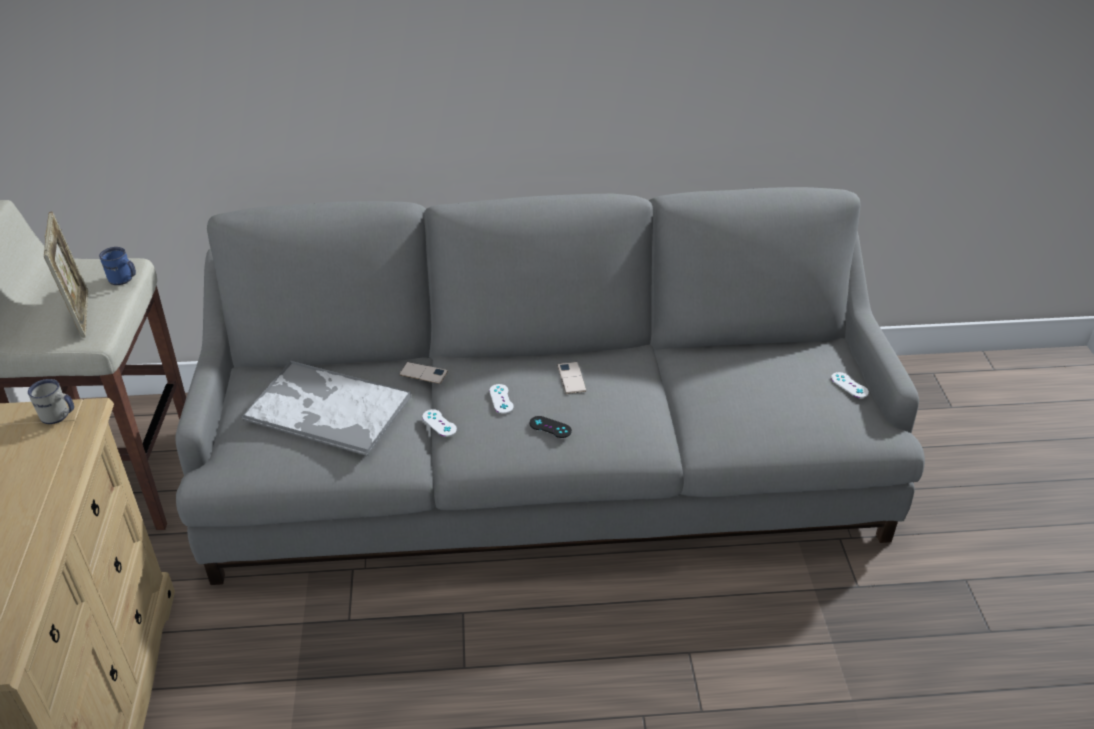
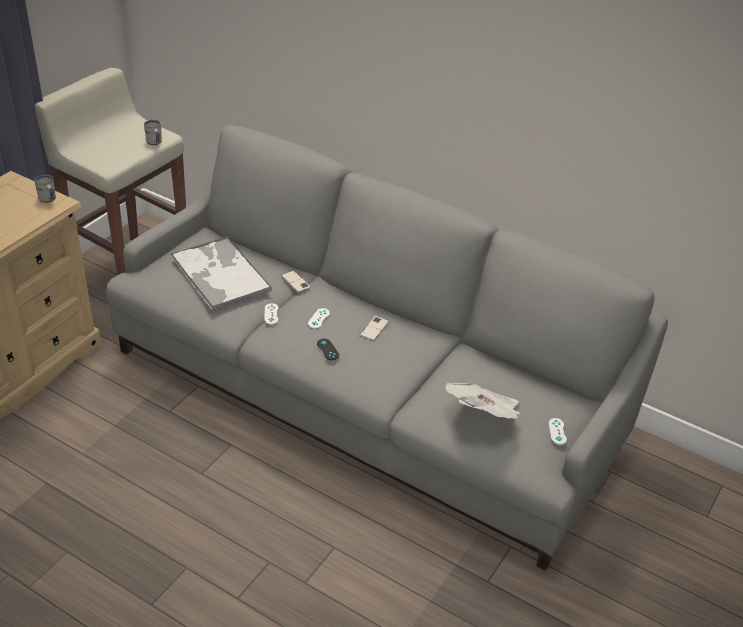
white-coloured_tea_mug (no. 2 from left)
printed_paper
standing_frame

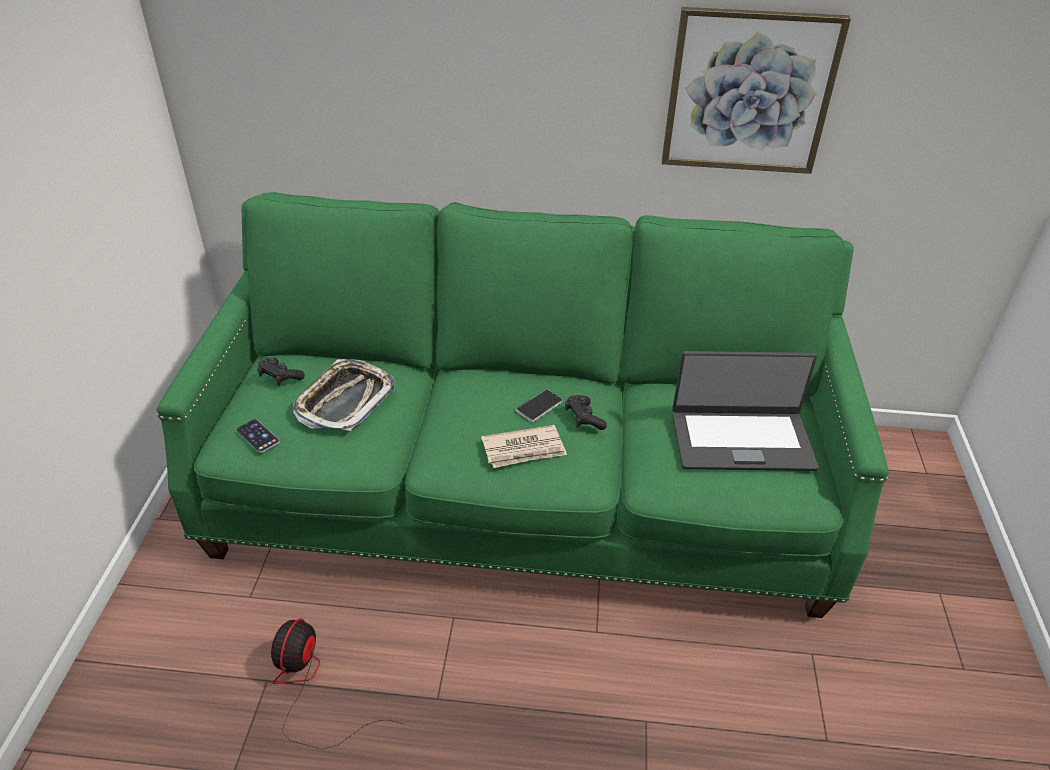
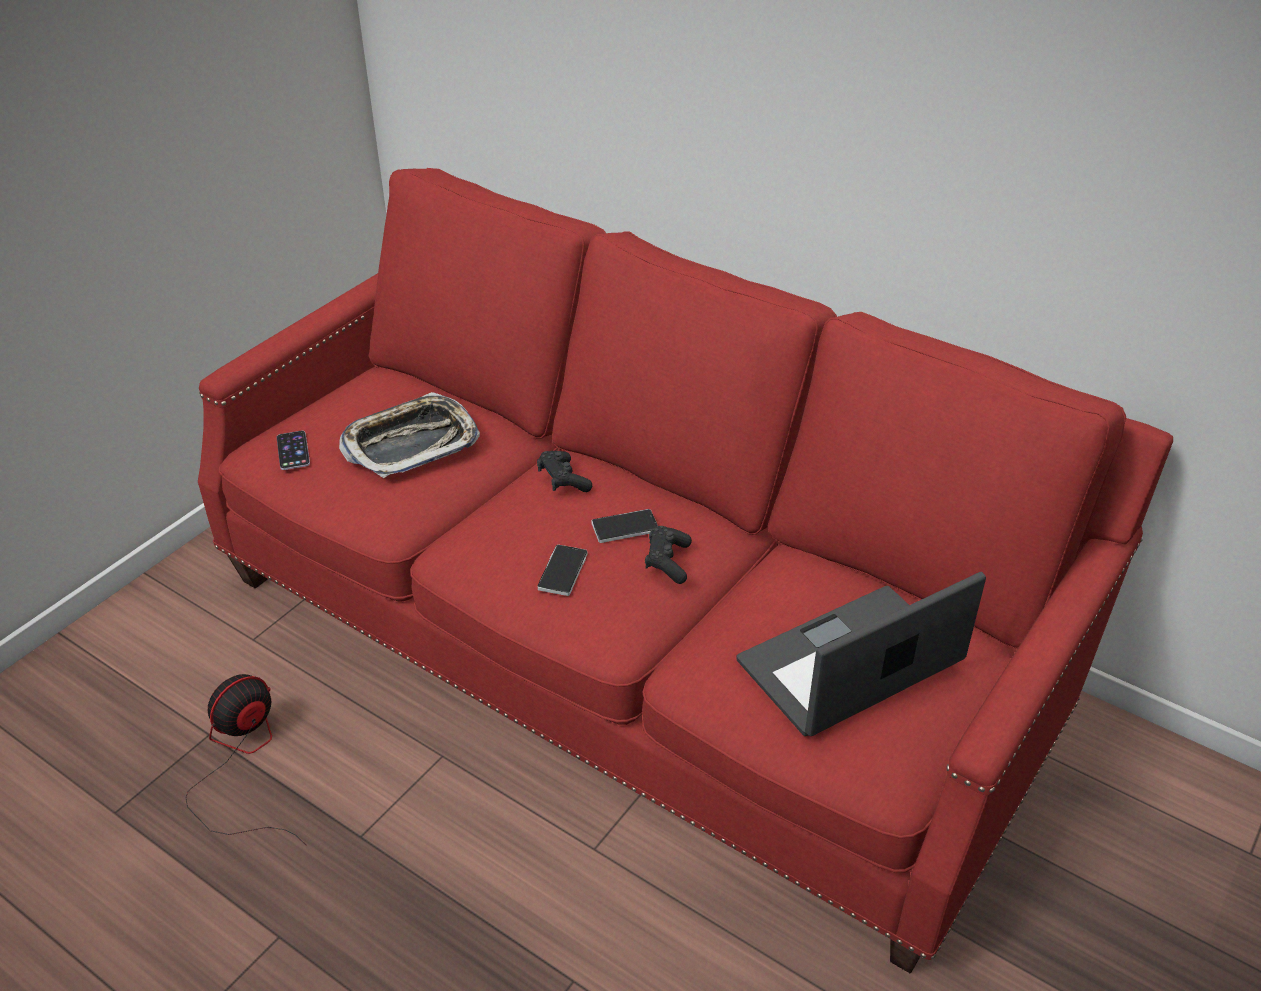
reddish_sofa
blackish_game_controller (no. 1 from left)
handset (no. 2 from left)
laptop
wall_picture

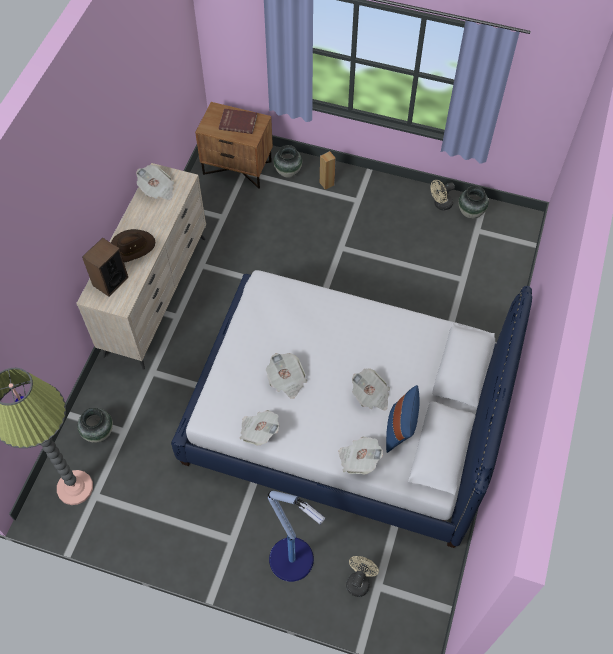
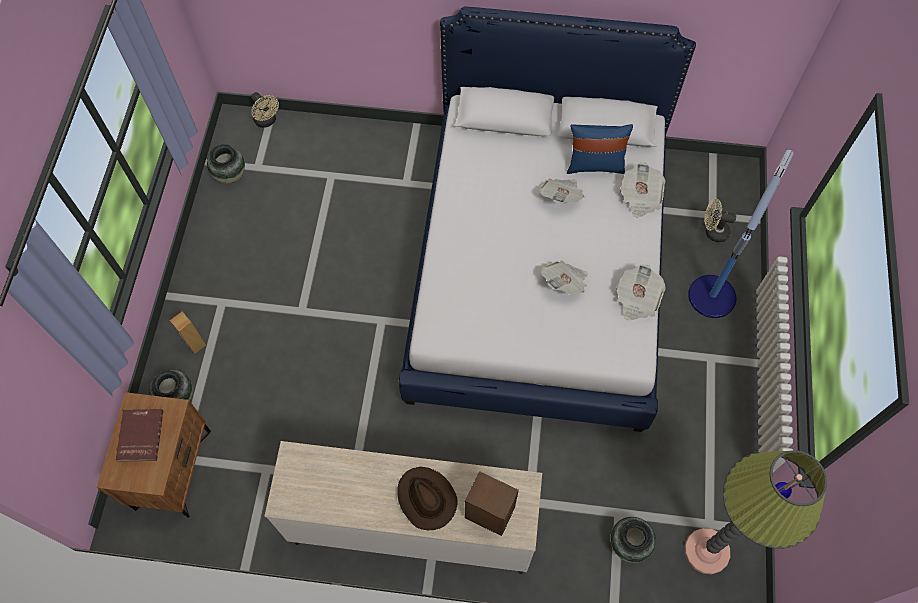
sand-coloured_cooling_fan (no. 1 from left)
printed_paper (no. 1 from left in the first image)

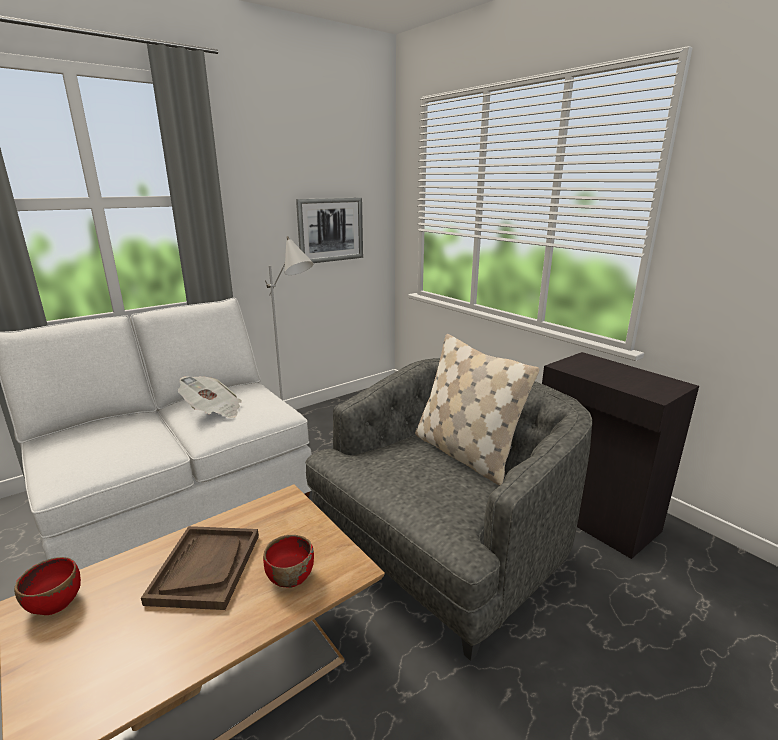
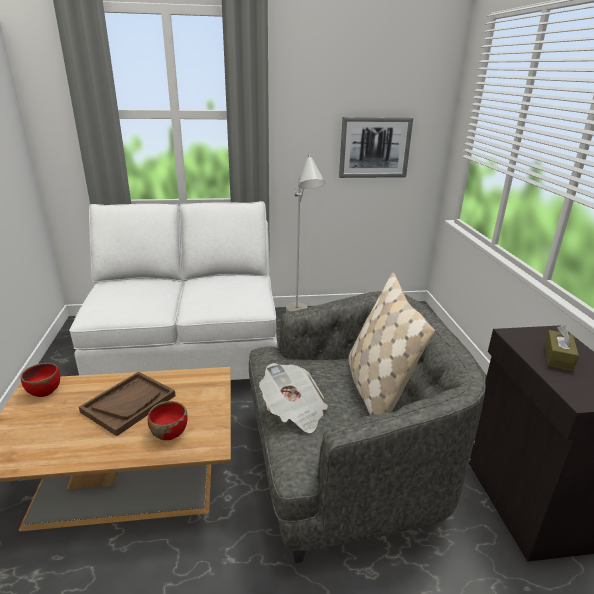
printed_paper
brown_box_of_tissues

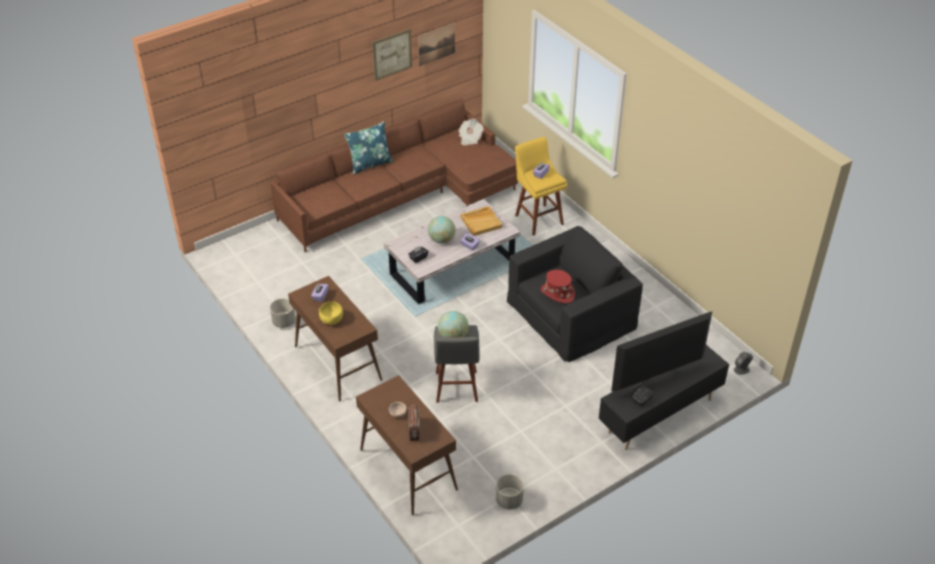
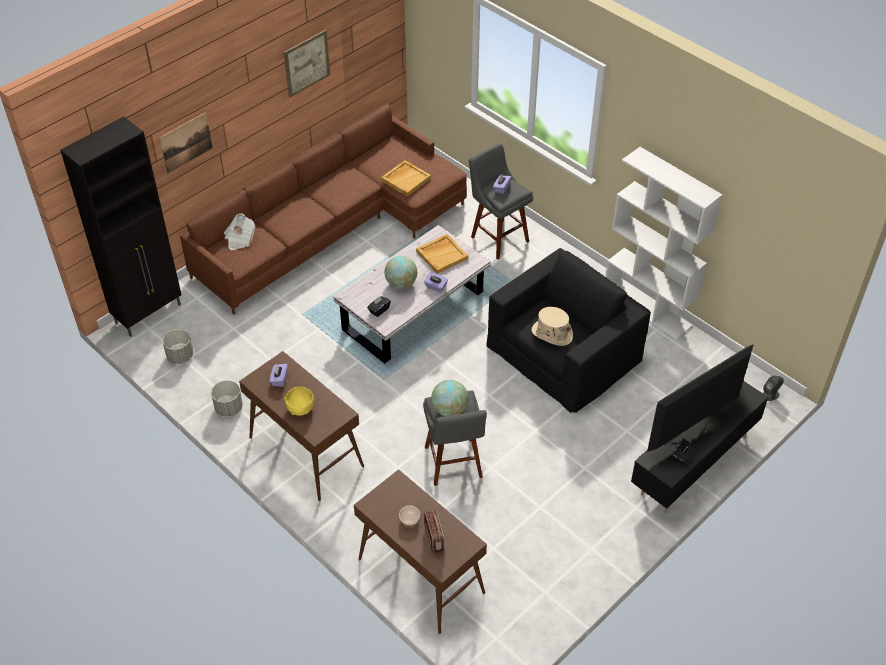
blackish_cabinet
wall_picture (no. 1 from left)
greyish_planter (no. 1 from left)
printed_paper
sand-coloured_serving_tray (no. 1 from left)
greyish_sitting_stool (no. 2 from left)
sand-coloured_hat
white-coloured_bookshelf
bluish_pillow

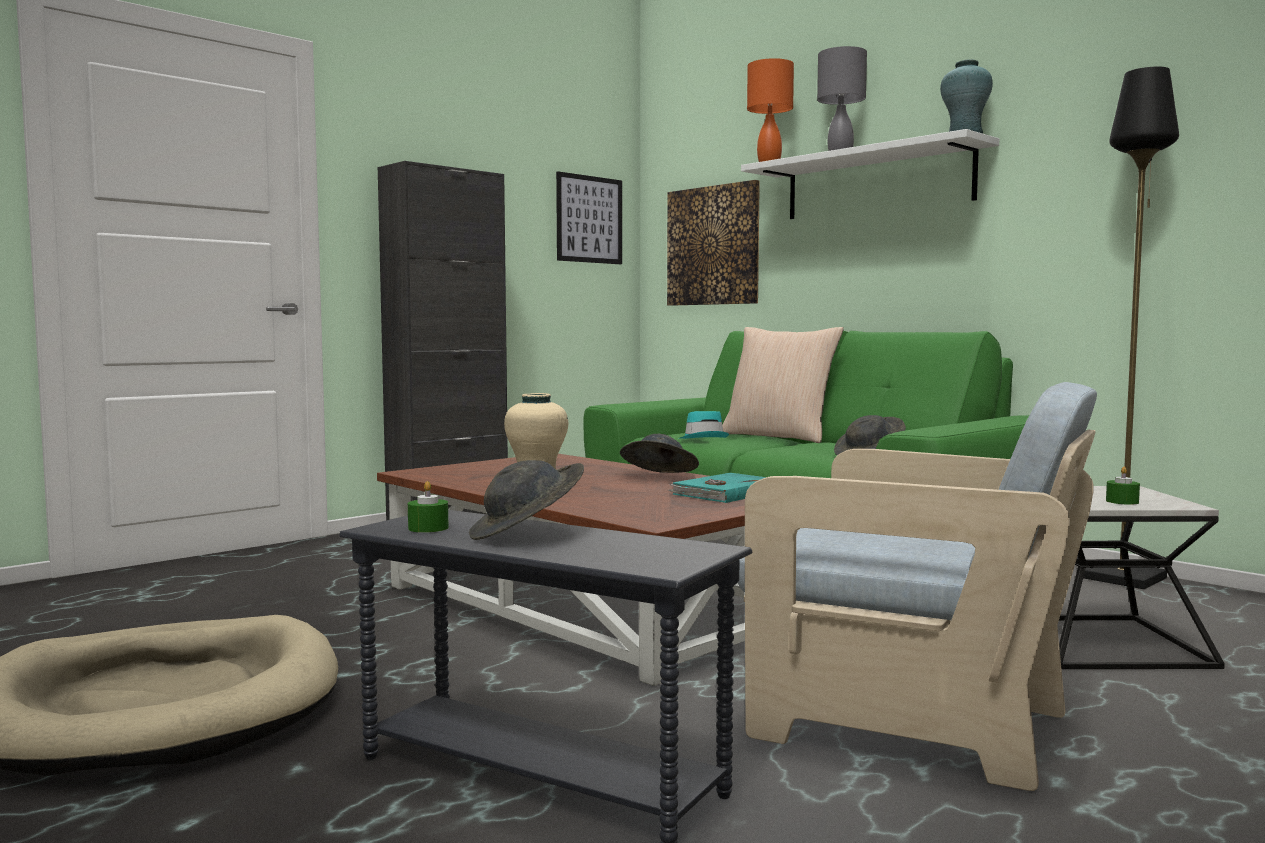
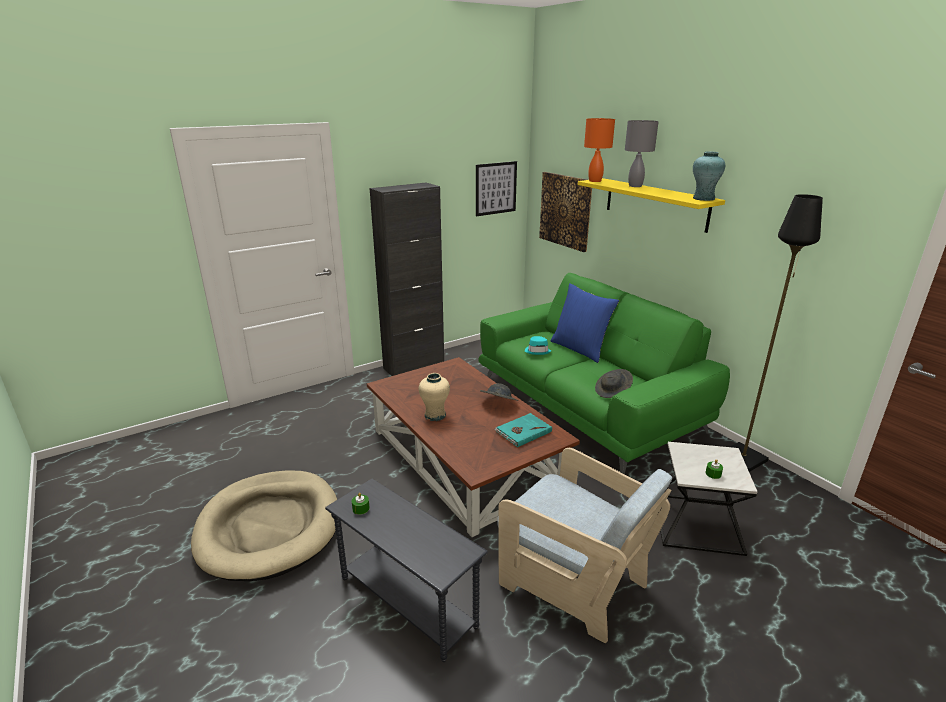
bluish_pillow
yellowish_wall_shelf
greyish_hat (no. 1 from left in the first image)

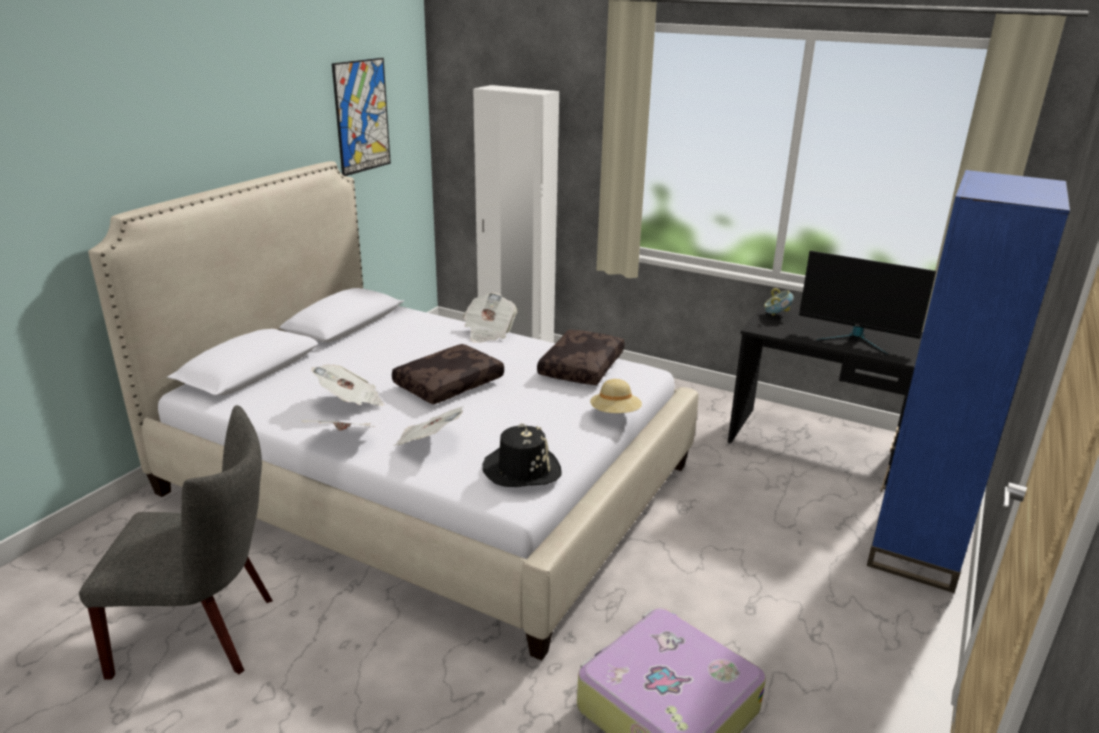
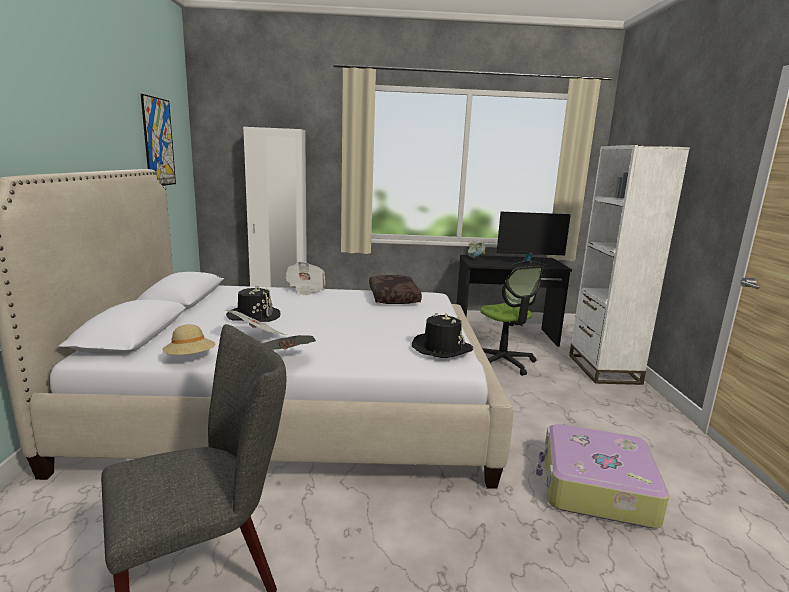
sand-coloured_hat
blackish_hat (no. 1 from left)
desk_chair
white-coloured_bookshelf
brown_pillow (no. 1 from left in the first image)
printed_paper (no. 3 from left in the first image)

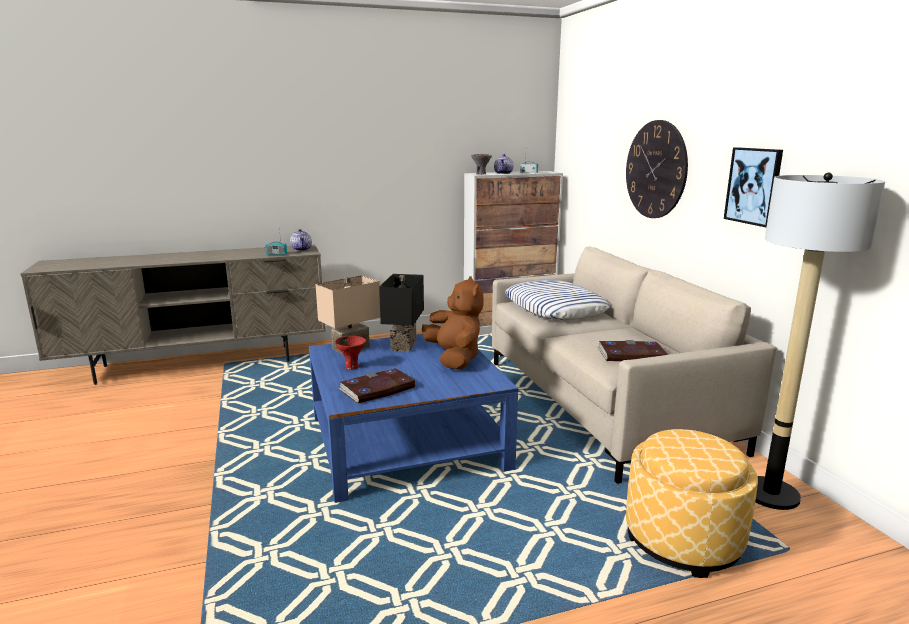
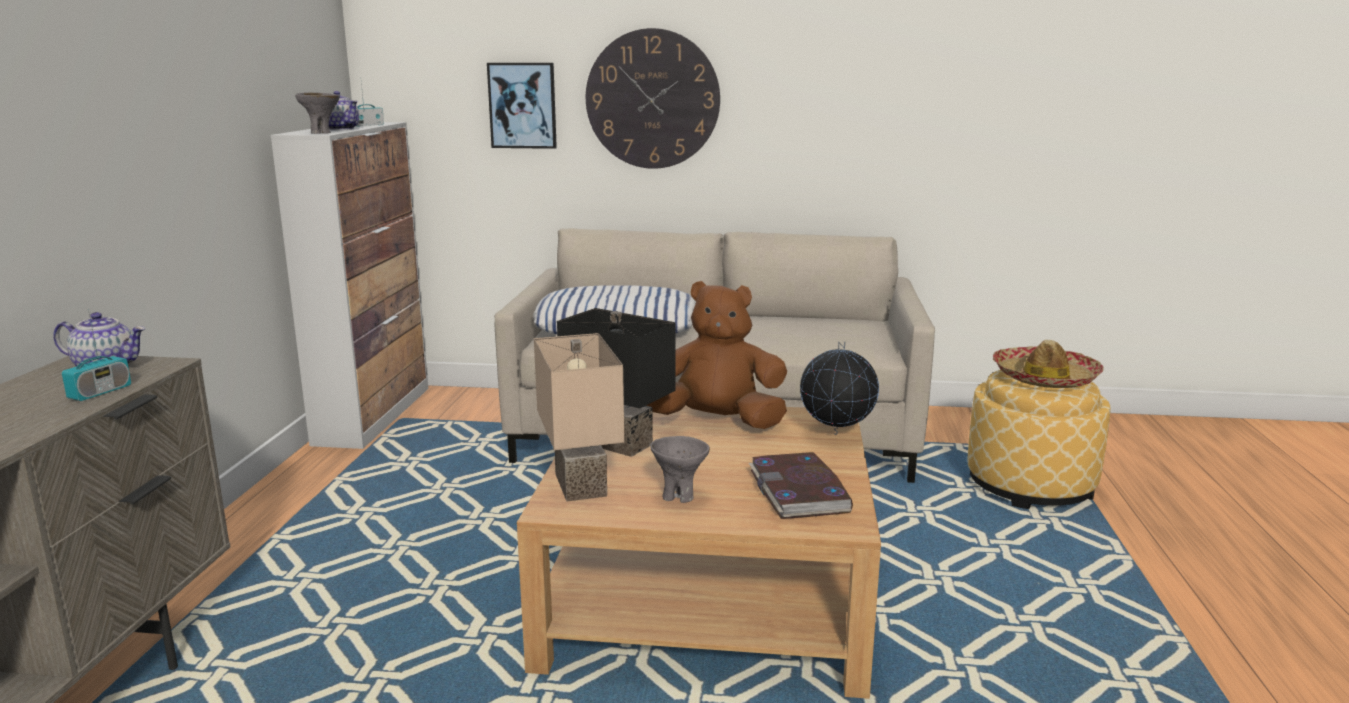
wall_picture
sand-coloured_lounge_table
greyish_deep_dish (no. 2 from left)
world_globe
hat
book (no. 2 from left in the first image)
floor_lamp

